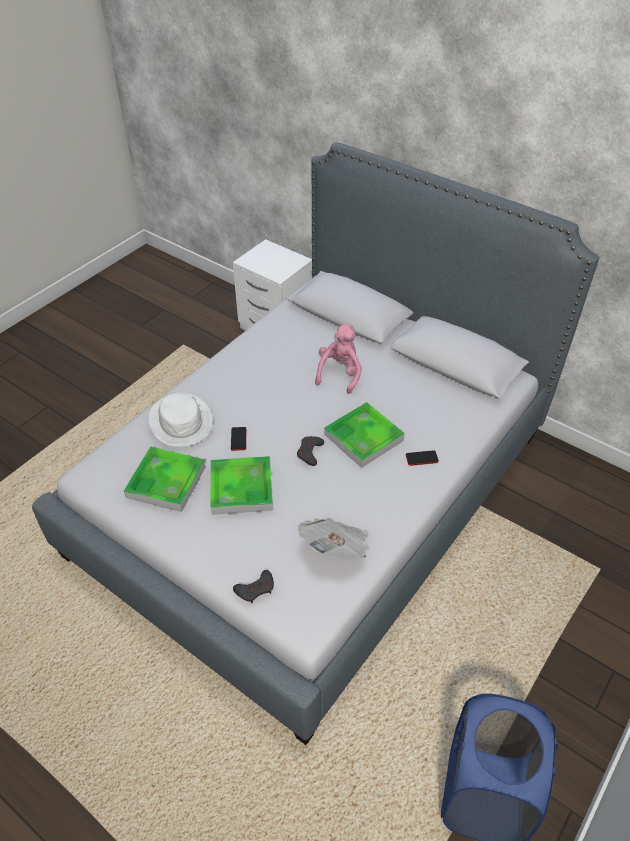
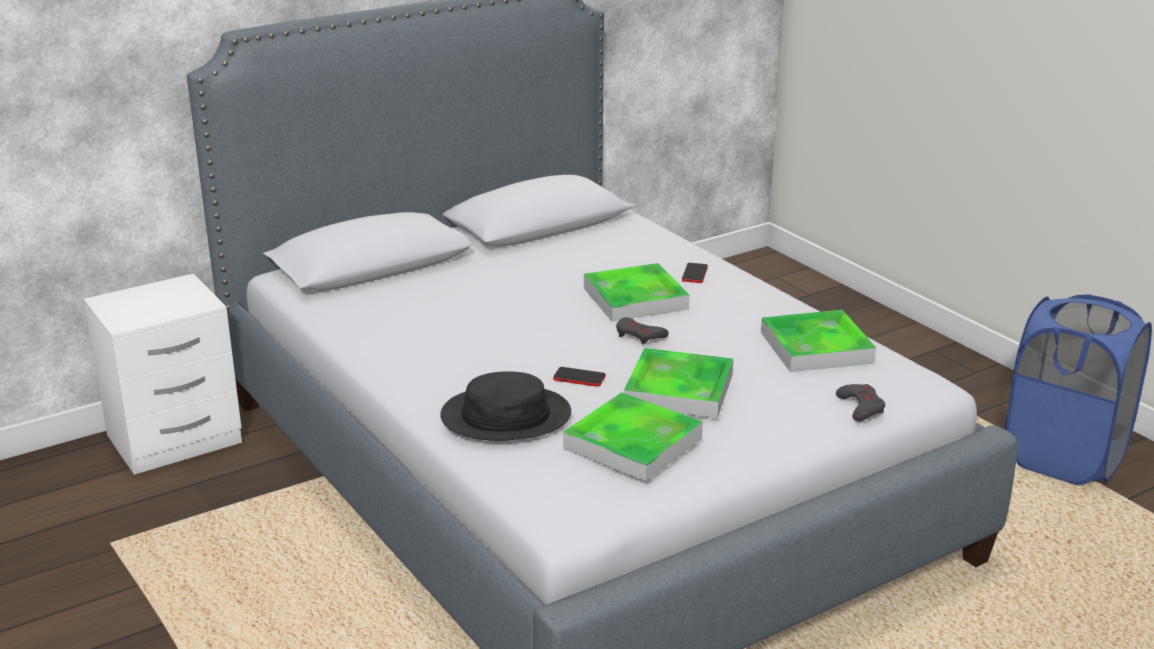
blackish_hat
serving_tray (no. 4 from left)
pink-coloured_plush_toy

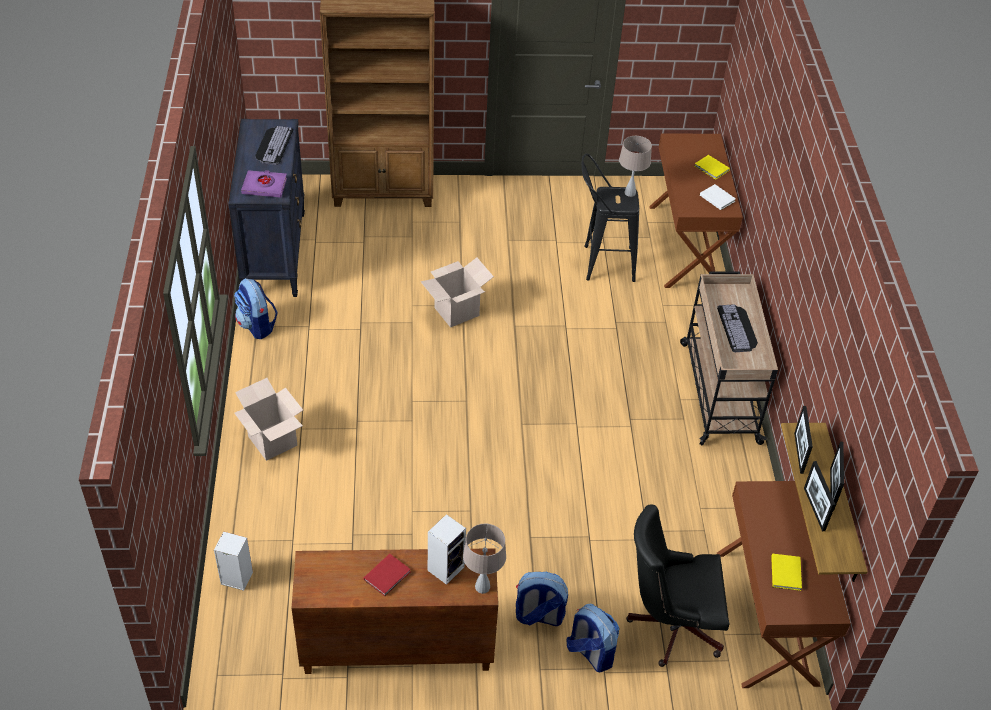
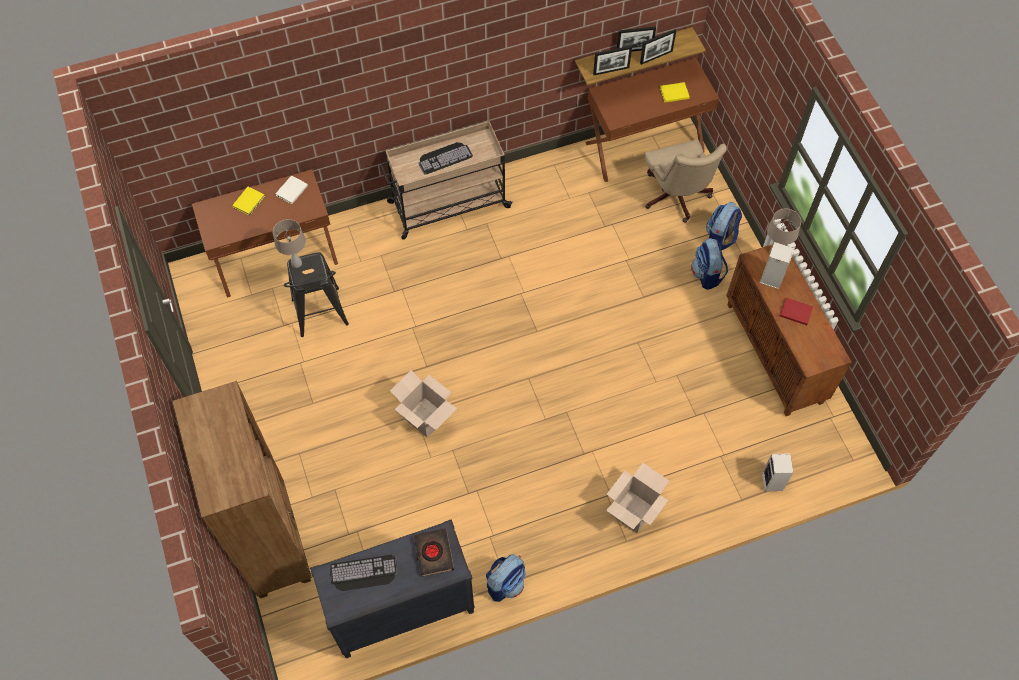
blackish_book
sand-coloured_desk_chair

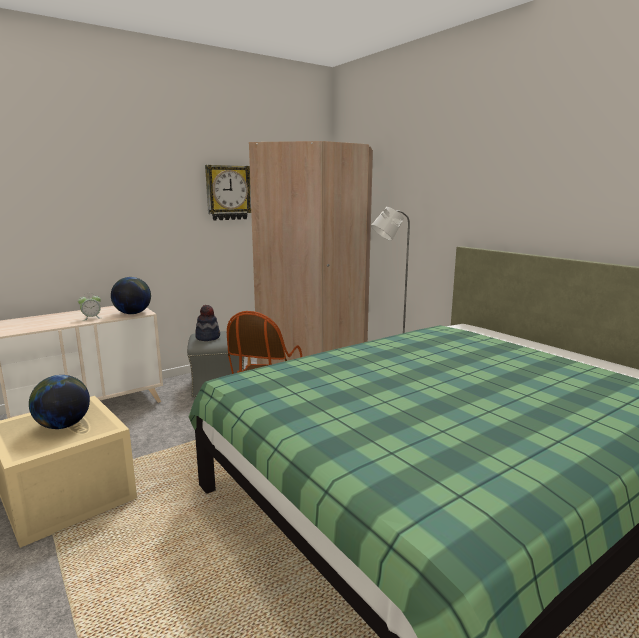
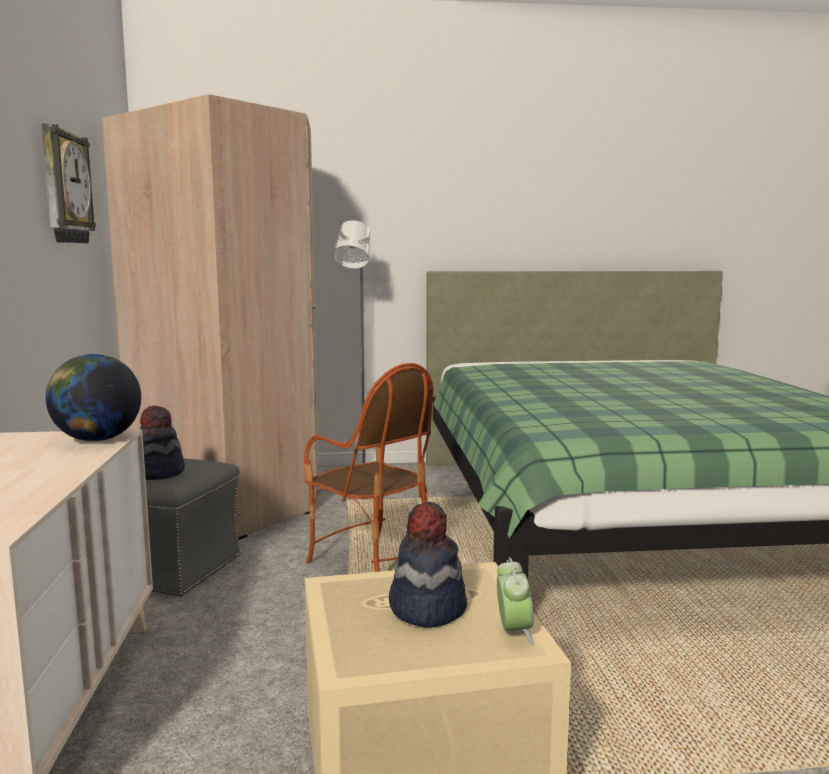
hat (no. 2 from left)
bedside_clock

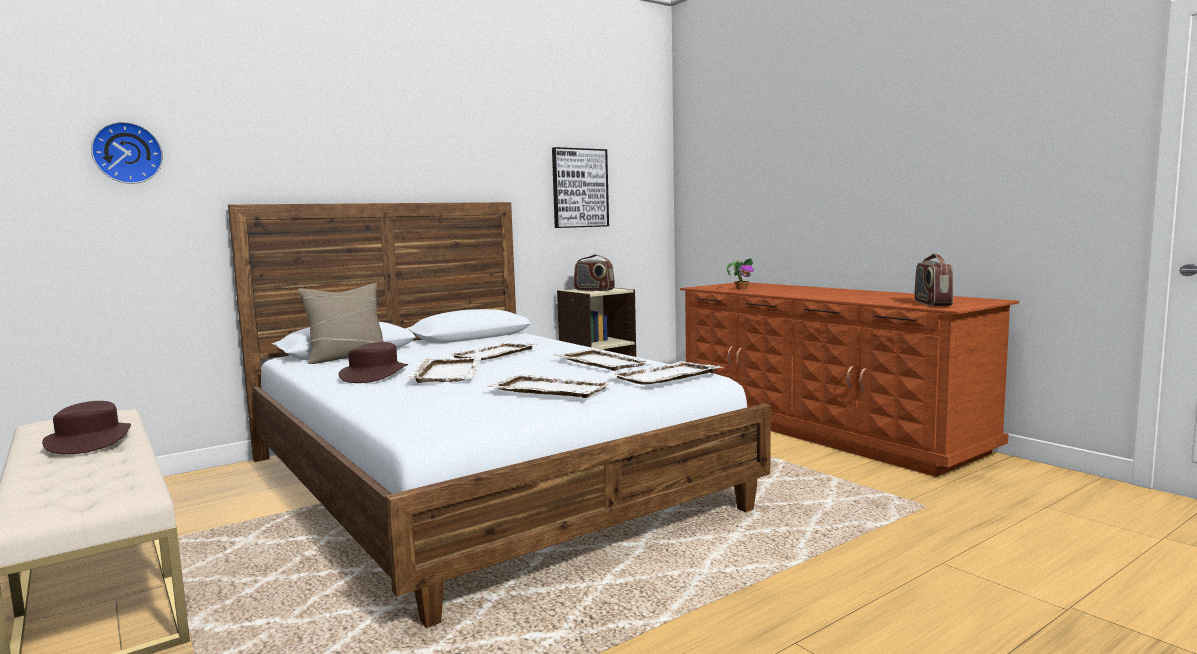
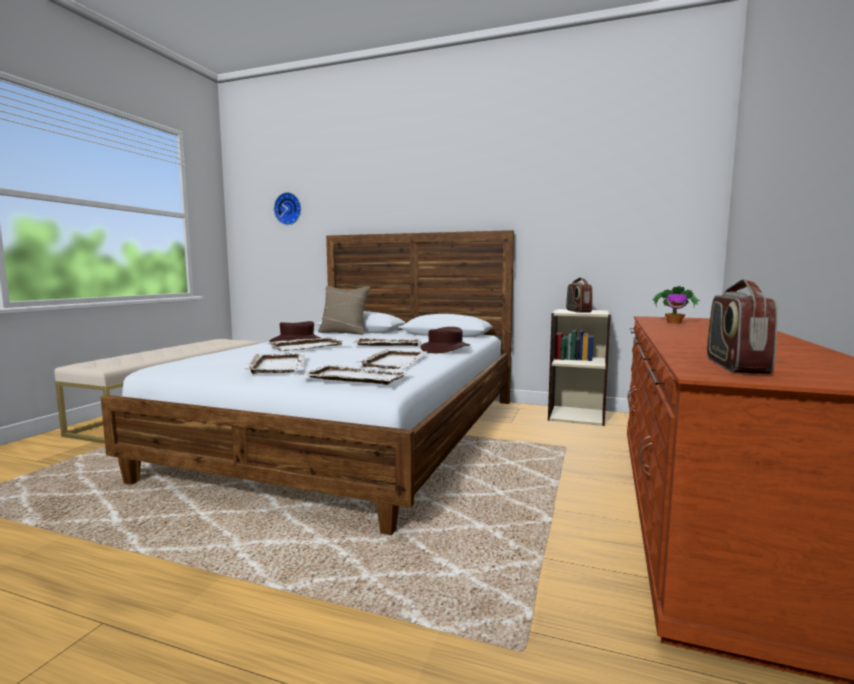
brown_hat (no. 2 from left)
radio_set (no. 2 from left)
wall_picture

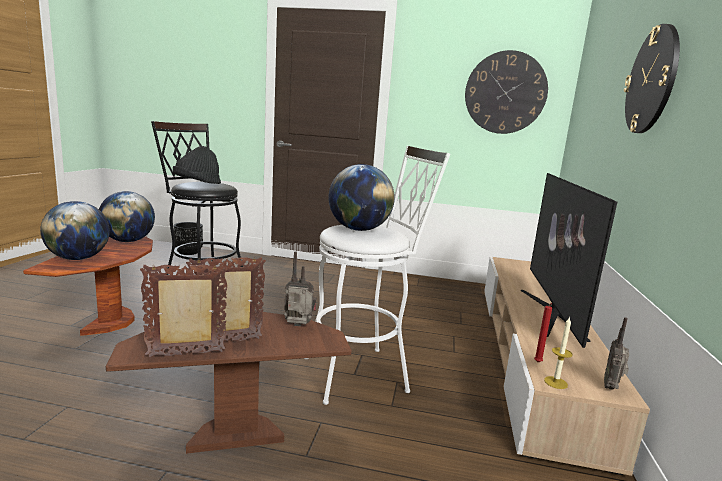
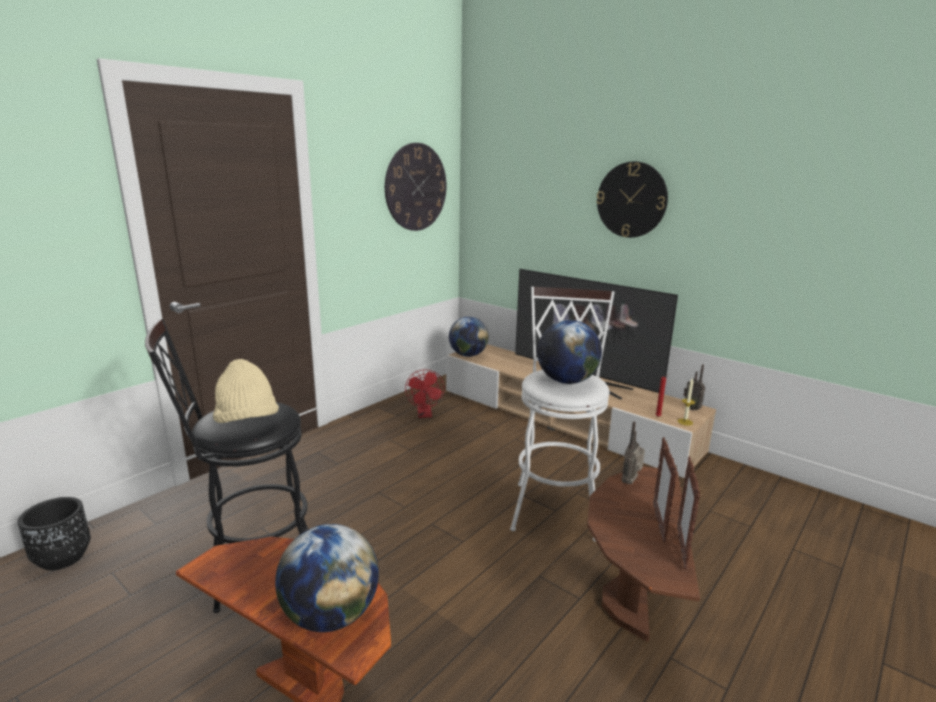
sand-coloured_hat
reddish_cooling_fan
world_globe (no. 2 from left)

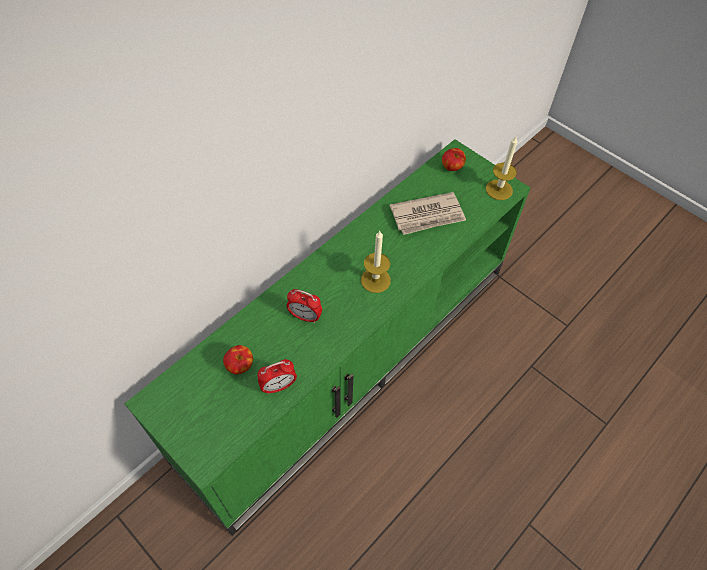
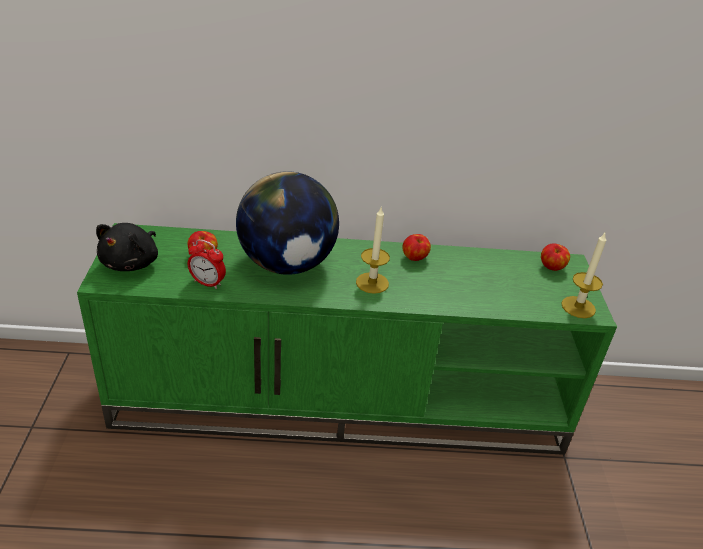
blackish_plush_toy
world_globe
apple (no. 2 from left)
printed_paper

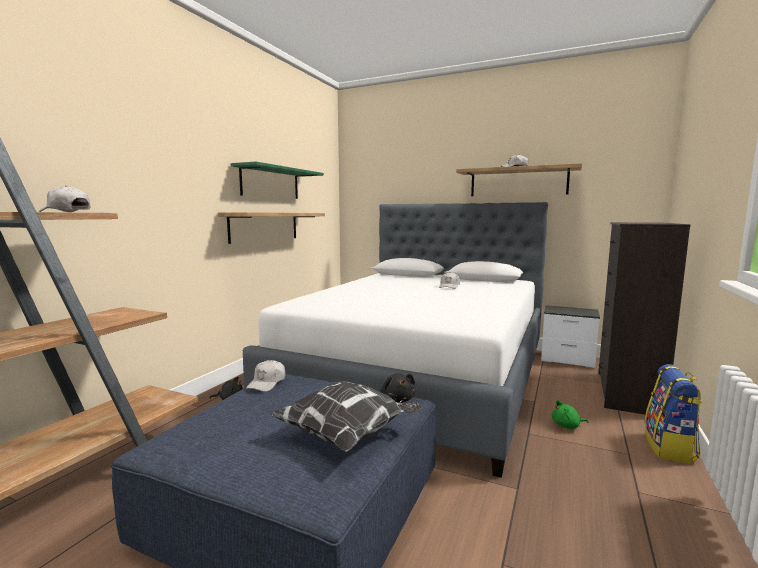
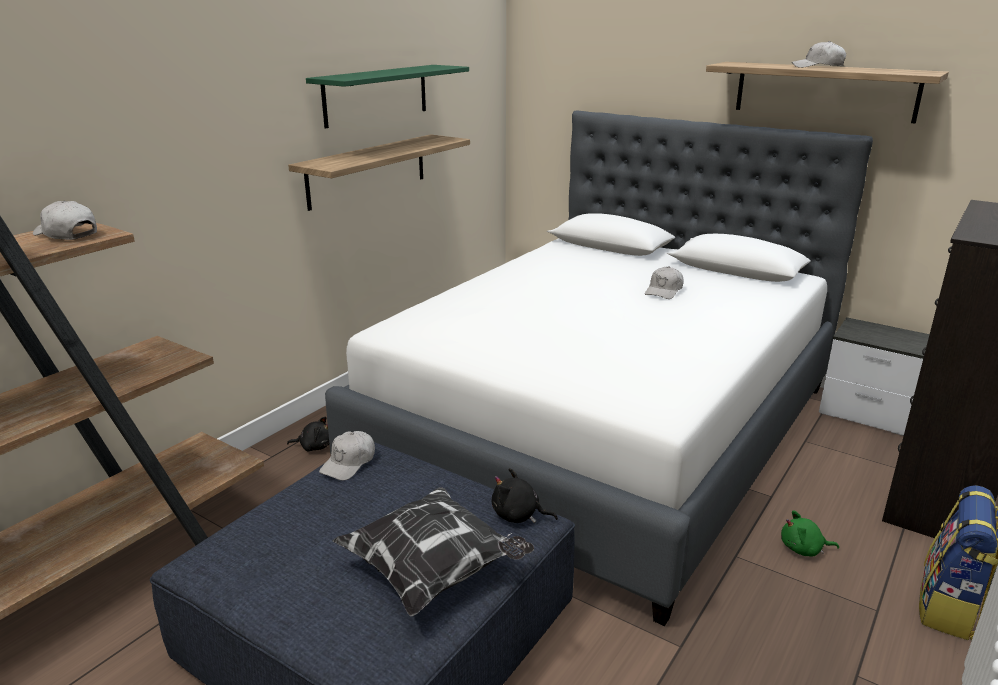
blackish_plush_toy (no. 2 from left)

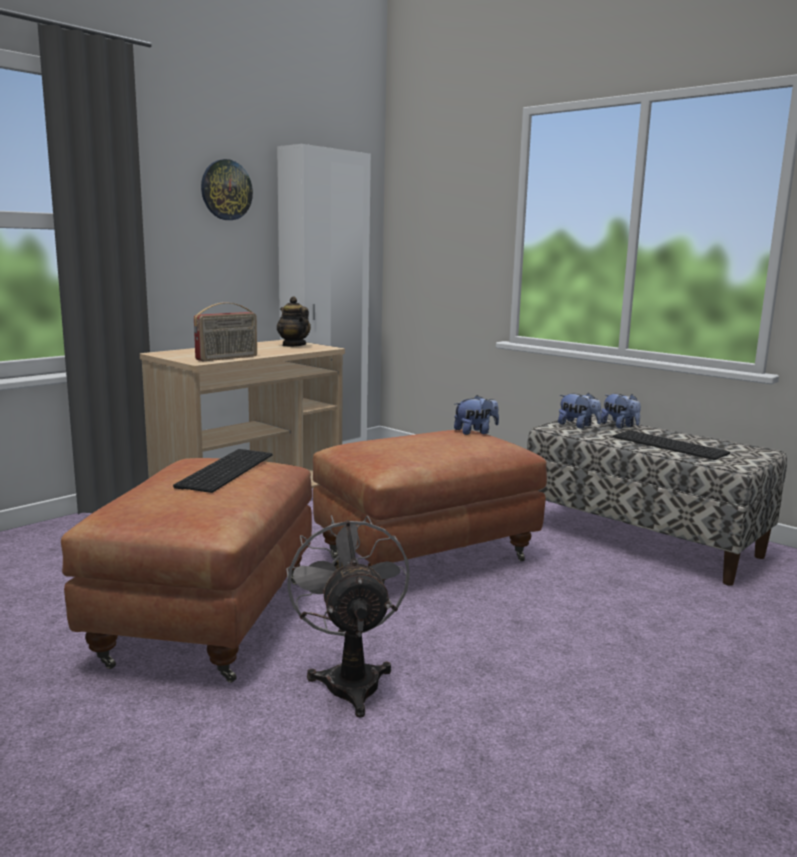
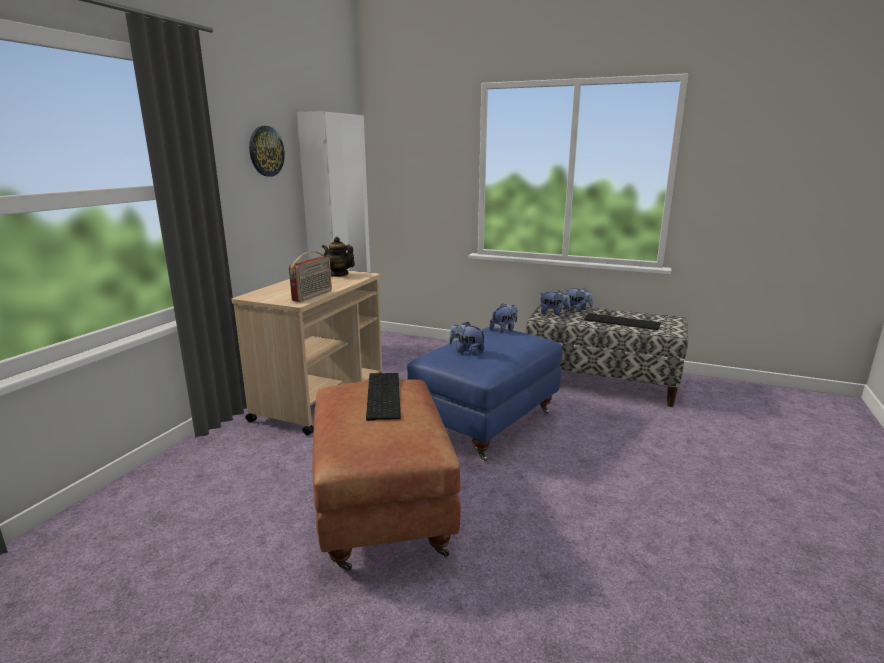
bluish_pouffe
plush_toy (no. 1 from left)
greyish_cooling_fan

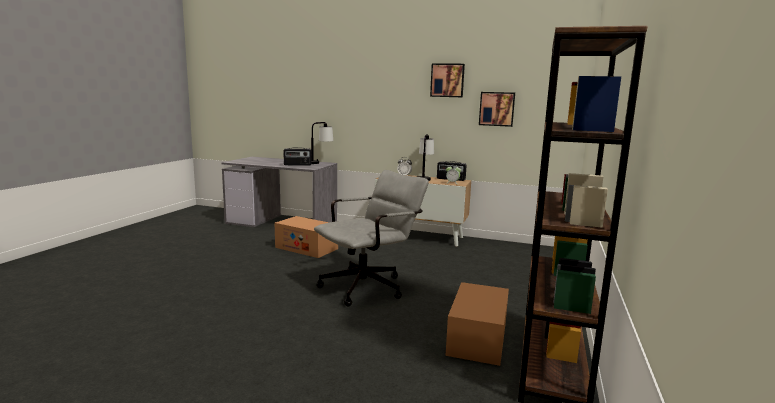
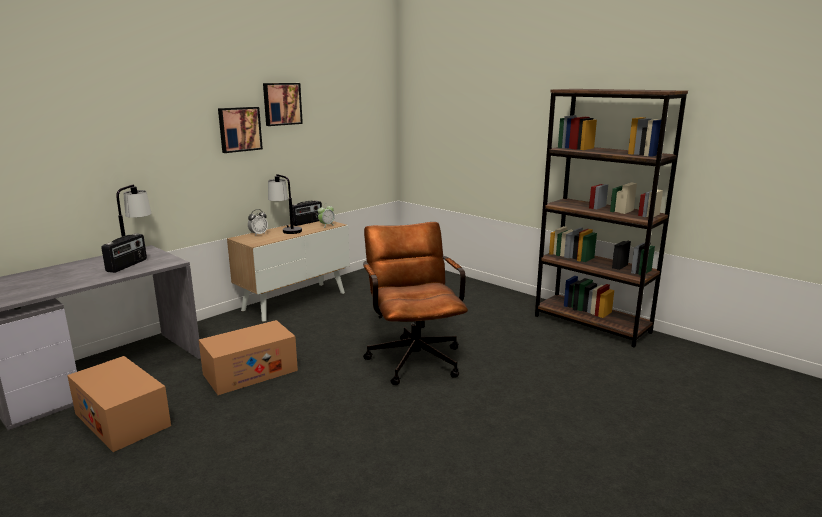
packing_box (no. 1 from left)
wall_picture (no. 1 from left)
brown_desk_chair

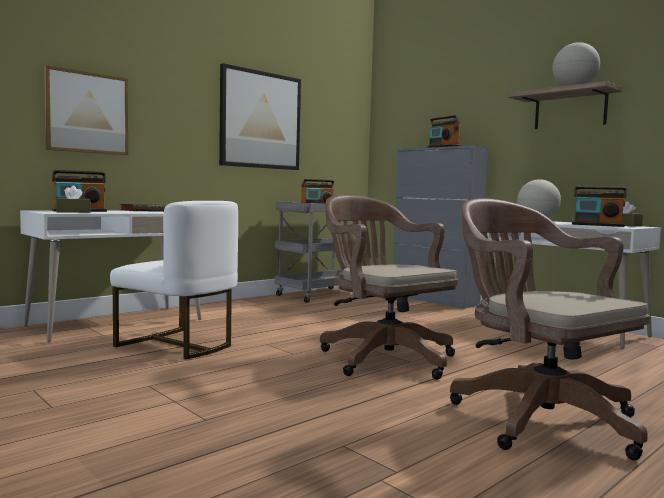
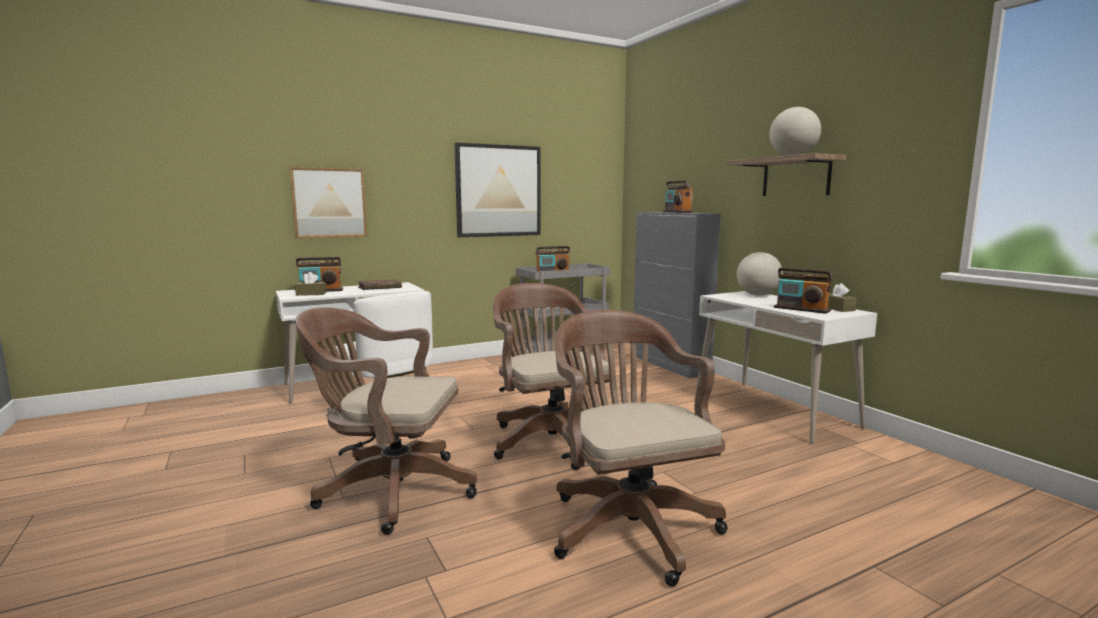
brown_desk_chair (no. 1 from left)

